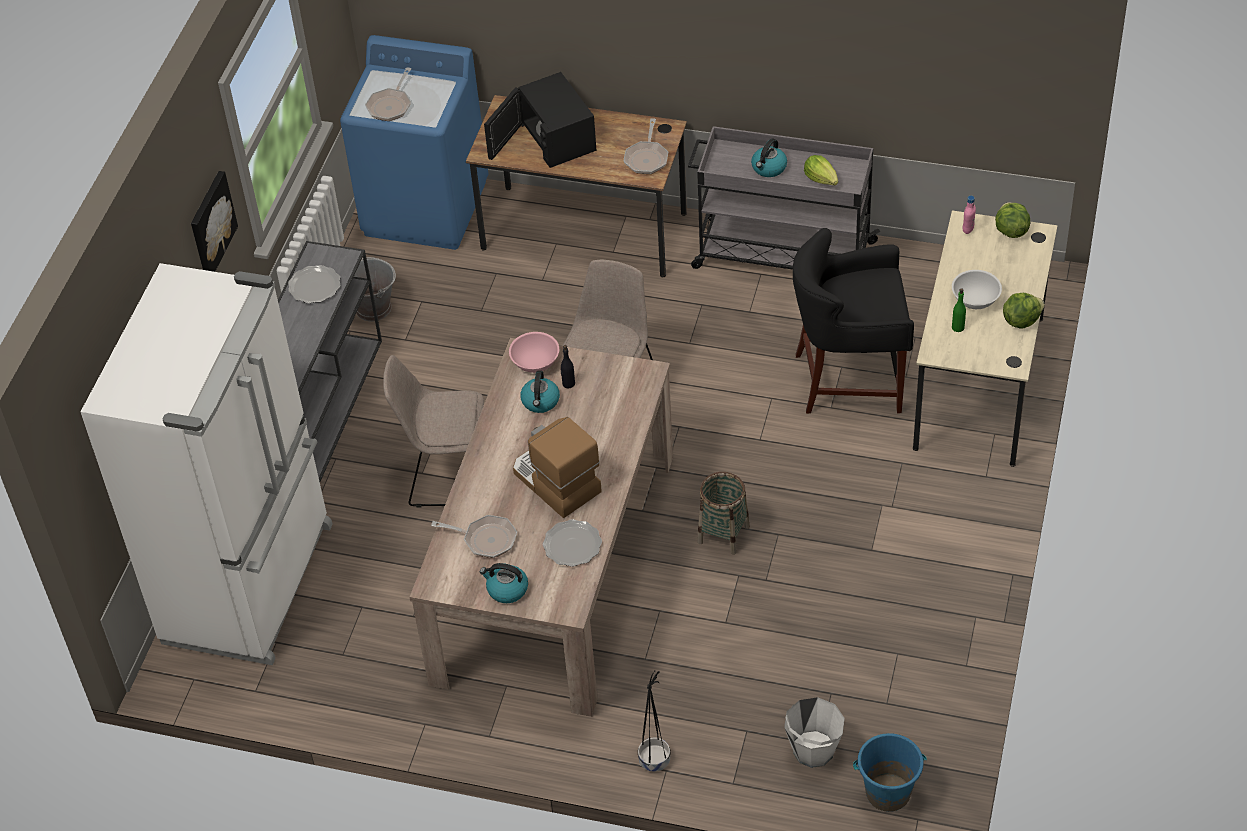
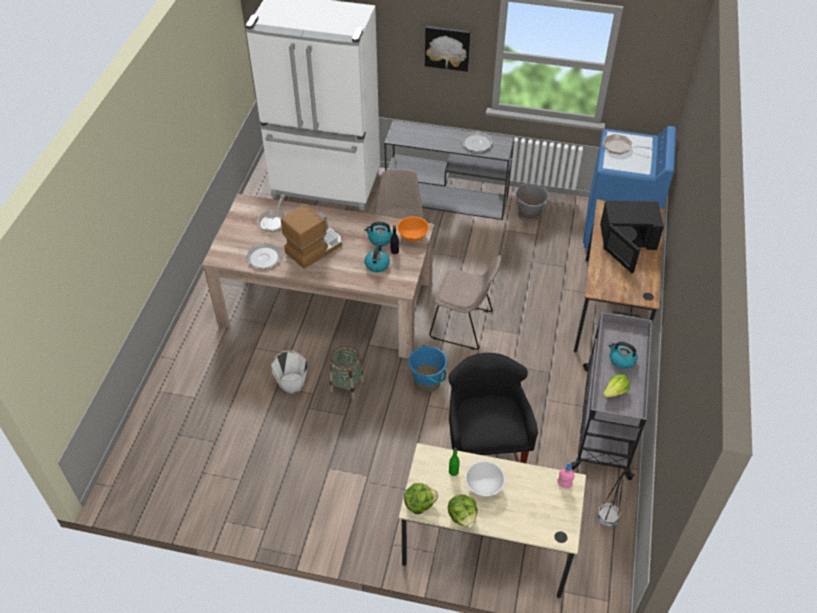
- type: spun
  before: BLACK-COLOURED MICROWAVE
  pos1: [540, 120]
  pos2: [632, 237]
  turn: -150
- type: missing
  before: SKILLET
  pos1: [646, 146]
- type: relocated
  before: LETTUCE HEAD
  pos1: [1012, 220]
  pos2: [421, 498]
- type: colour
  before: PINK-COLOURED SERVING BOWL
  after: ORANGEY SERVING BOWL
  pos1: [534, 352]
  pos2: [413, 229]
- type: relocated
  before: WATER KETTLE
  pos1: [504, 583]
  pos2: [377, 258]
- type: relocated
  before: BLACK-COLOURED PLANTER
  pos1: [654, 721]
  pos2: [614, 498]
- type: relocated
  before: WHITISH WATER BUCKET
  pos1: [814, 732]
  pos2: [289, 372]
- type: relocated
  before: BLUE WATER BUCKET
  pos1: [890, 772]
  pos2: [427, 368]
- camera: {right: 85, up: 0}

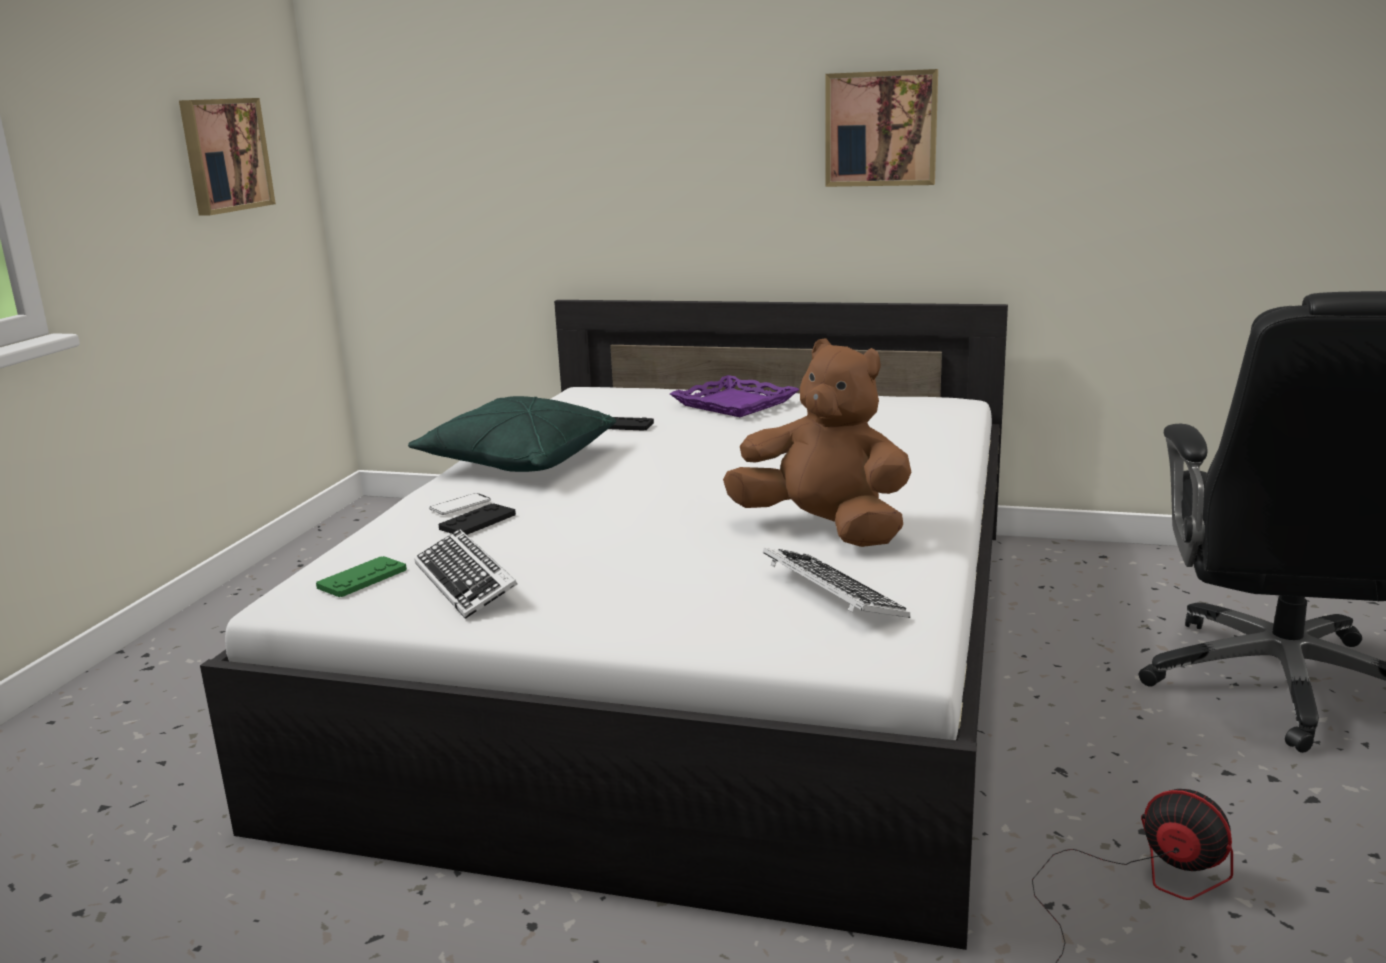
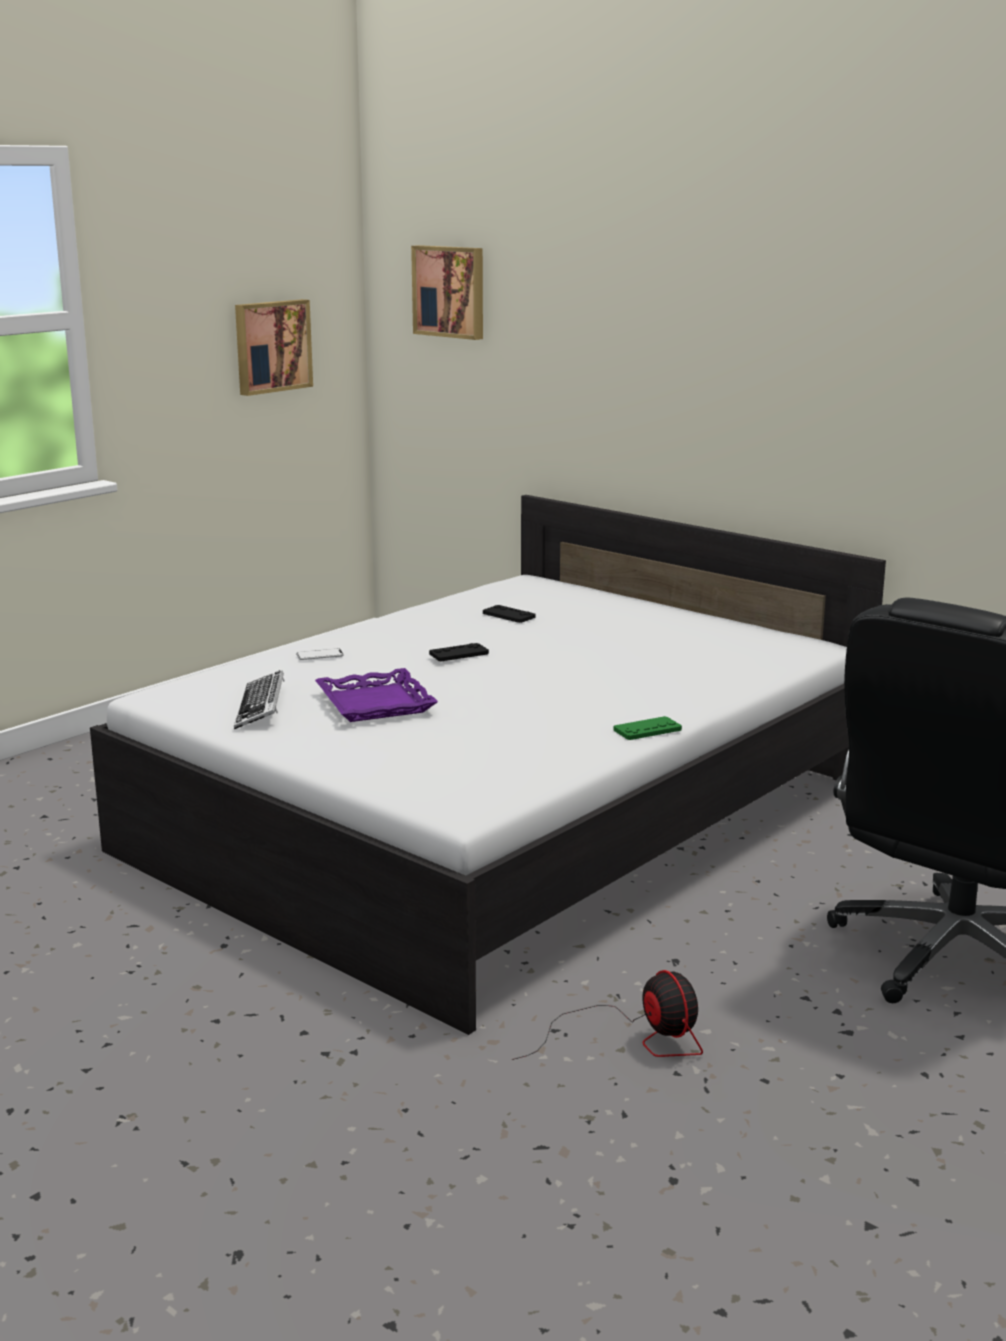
- type: relocated
  before: WALL PICTURE
  pos1: [881, 128]
  pos2: [447, 292]
- type: missing
  before: BROWN-COLOURED SOFT TOY
  pos1: [817, 442]
- type: relocated
  before: PURPLE-COLOURED CARRYING TRAY
  pos1: [735, 396]
  pos2: [376, 695]
- type: missing
  before: GREEN-COLOURED THROW PILLOW
  pos1: [512, 434]
- type: relocated
  before: BLACK-COLOURED GAME CONTROLLER
  pos1: [477, 519]
  pos2: [459, 652]
- type: missing
  before: PC KEYBOARD
  pos1: [836, 583]
- type: relocated
  before: GREEN-COLOURED GAME CONTROLLER
  pos1: [361, 576]
  pos2: [647, 728]
- camera: {right: 25, up: 0}

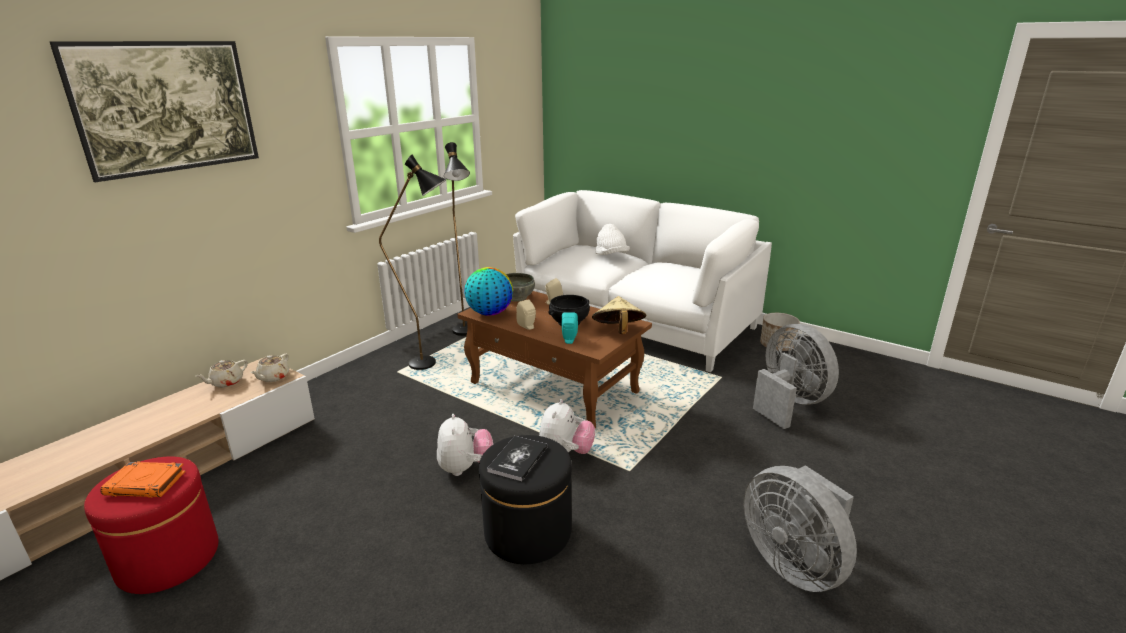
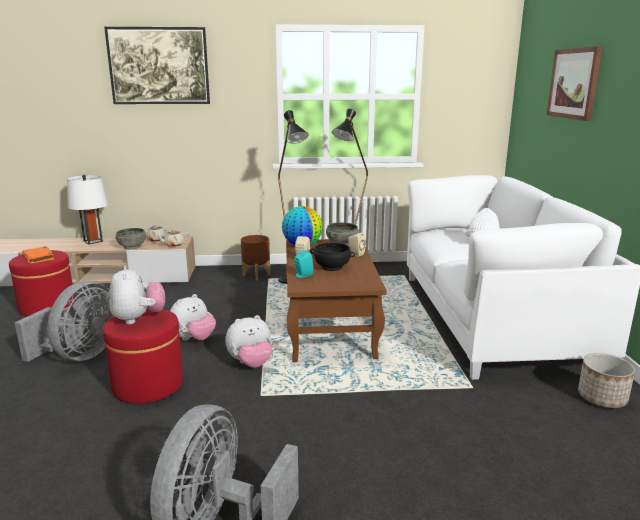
- type: missing
  before: BEIGE CLOTHING HAT
  pos1: [619, 315]
- type: relocated
  before: GREYISH ELECTRIC FAN
  pos1: [796, 376]
  pos2: [64, 321]
- type: colour
  before: BLACK-COLOURED FOOTREST
  after: RED-COLOURED FOOTREST
  pos1: [525, 499]
  pos2: [143, 356]
- type: exchanged
  before: VOLUME
  after: SOFT TOY
  pos1: [517, 458]
  pos2: [137, 294]
- type: appeared
  after: WALL PICTURE
  pos2: [575, 83]
- type: appeared
  after: WHITISH TABLETOP LAMP
  pos2: [87, 209]
- type: appeared
  after: GREYISH SERVING BOWL
  pos2: [131, 238]
- type: appeared
  after: BROWN-COLOURED PLANTER
  pos2: [255, 258]
- camera: {right: 50, up: -5}

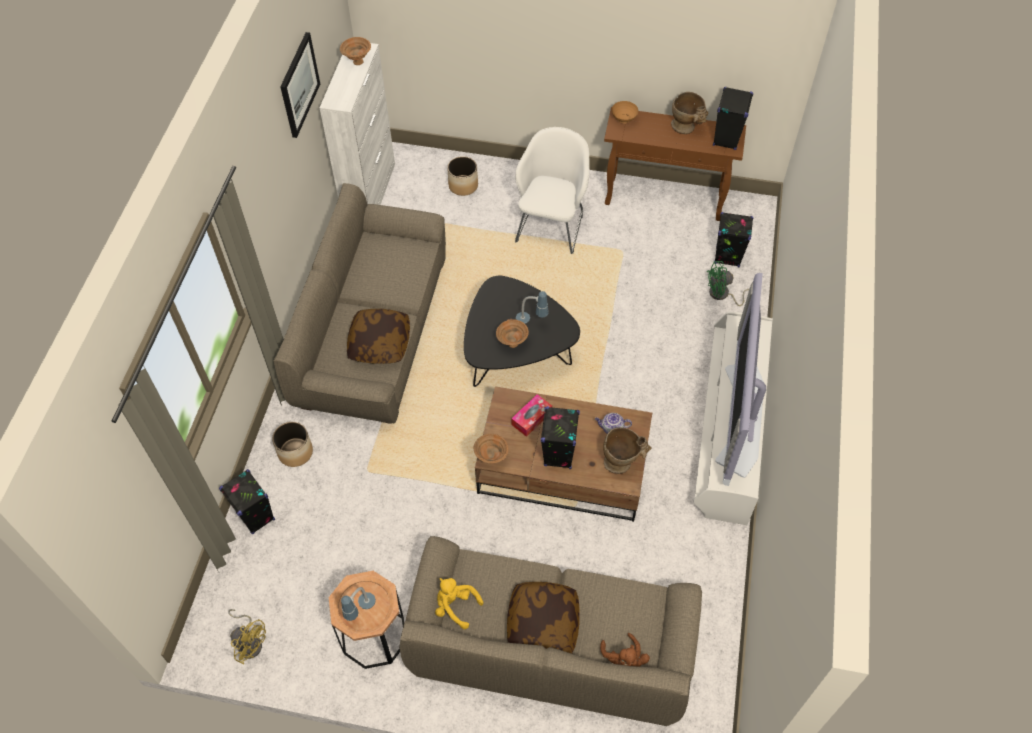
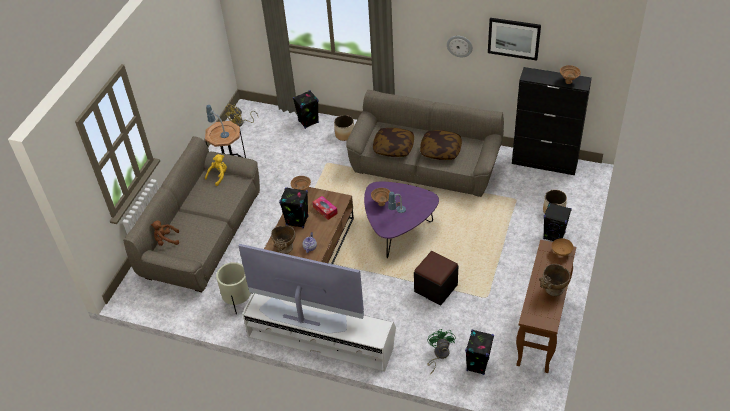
- type: colour
  before: WHITISH CUPBOARD
  after: BLACK-COLOURED CUPBOARD
  pos1: [357, 124]
  pos2: [552, 121]
- type: relocated
  before: BLACK-COLOURED SPEAKER
  pos1: [733, 118]
  pos2: [557, 222]
- type: missing
  before: WHITISH EASY CHAIR
  pos1: [552, 190]
- type: colour
  before: BLACK-COLOURED COFFEE TABLE
  after: PURPLE-COLOURED COFFEE TABLE
  pos1: [522, 331]
  pos2: [401, 220]
- type: relocated
  before: THROW PILLOW
  pos1: [543, 618]
  pos2: [441, 145]
- type: appeared
  after: HANGING CLOCK
  pos2: [460, 46]
- type: appeared
  after: BLACK-COLOURED FOOTREST
  pos2: [436, 278]
- type: appeared
  after: BEIGE PLANTER
  pos2: [233, 288]
- camera: {right: 100, up: -10}

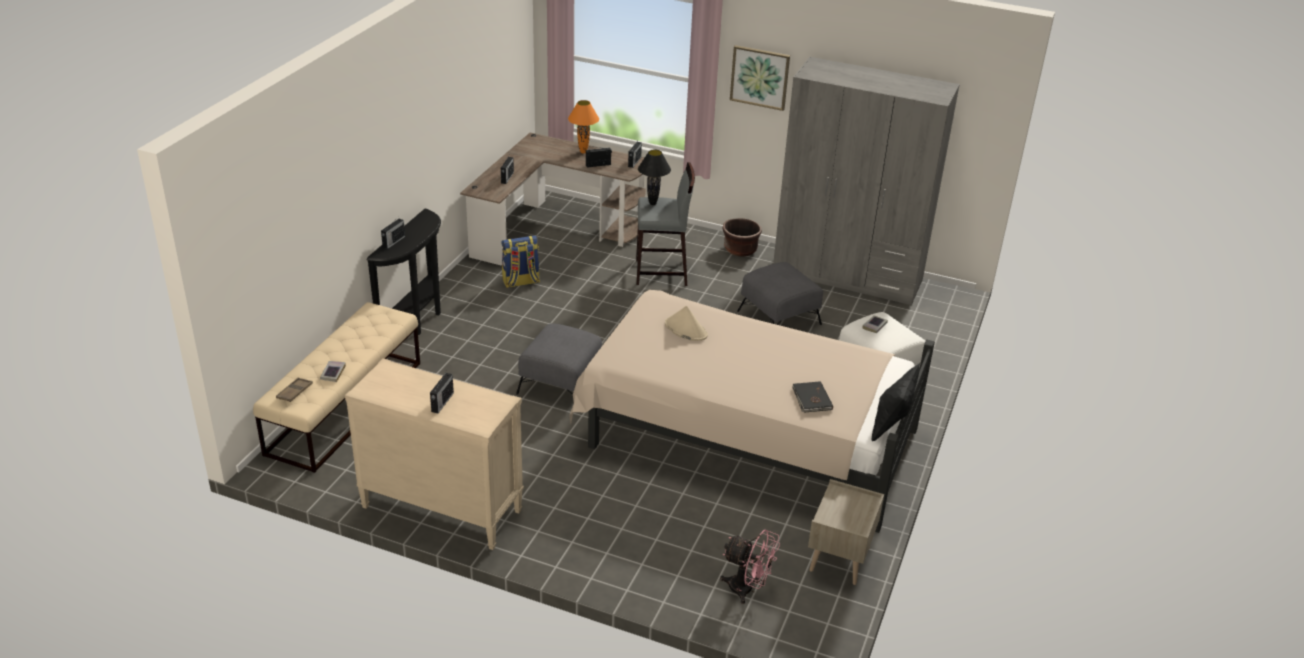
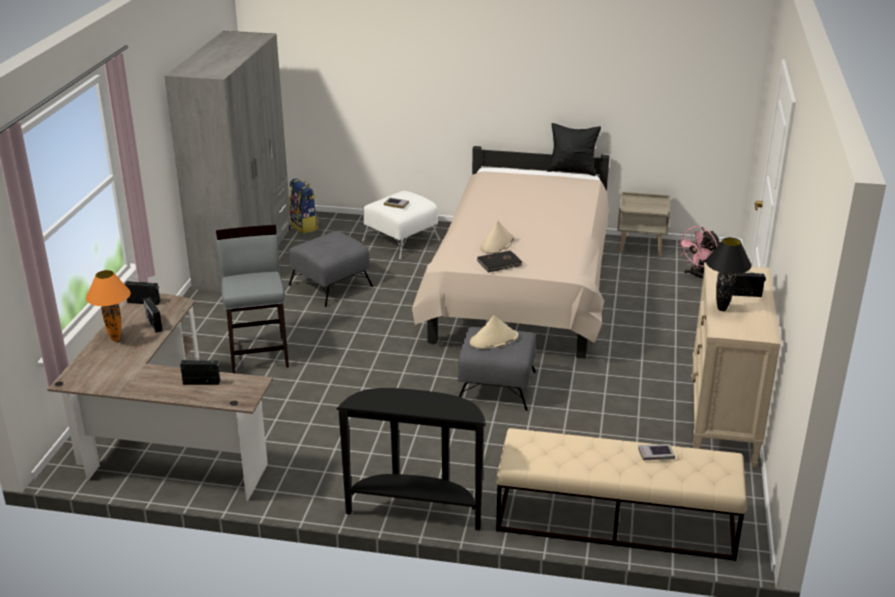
- type: missing
  before: WALL PICTURE
  pos1: [760, 78]
- type: relocated
  before: BLACK-COLOURED TABLETOP LAMP
  pos1: [654, 177]
  pos2: [728, 274]
- type: missing
  before: RADIO RECEIVER
  pos1: [393, 233]
- type: missing
  before: BROWN-COLOURED PLANTER
  pos1: [742, 237]
- type: relocated
  before: RUCKSACK
  pos1: [520, 261]
  pos2: [304, 206]
- type: missing
  before: BROWN-COLOURED CARRYING TRAY
  pos1: [294, 389]
- type: relocated
  before: BLACK-COLOURED VOLUME
  pos1: [812, 397]
  pos2: [500, 261]
- type: spun
  before: PINK-COLOURED ELECTRIC FAN
  pos1: [750, 567]
  pos2: [698, 252]
  turn: -150
- type: appeared
  after: BEIGE CLOTHING HAT
  pos2: [494, 332]
- camera: {right: -100, up: -5}

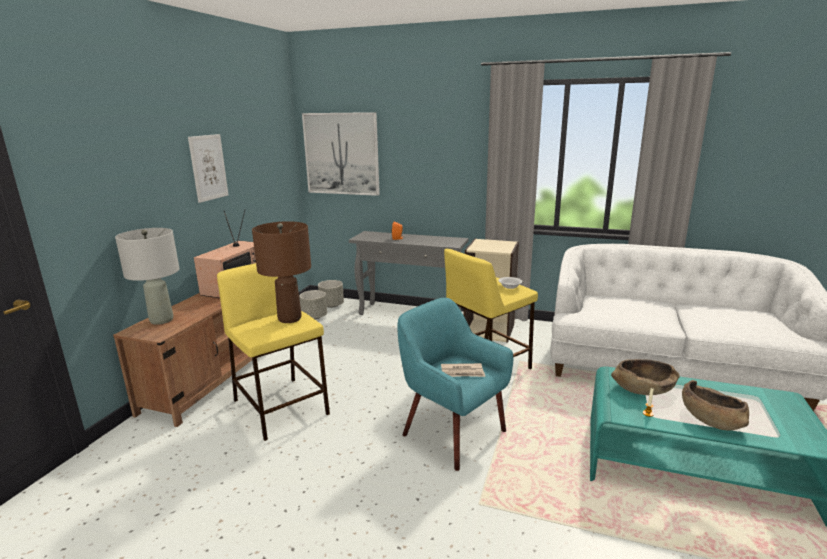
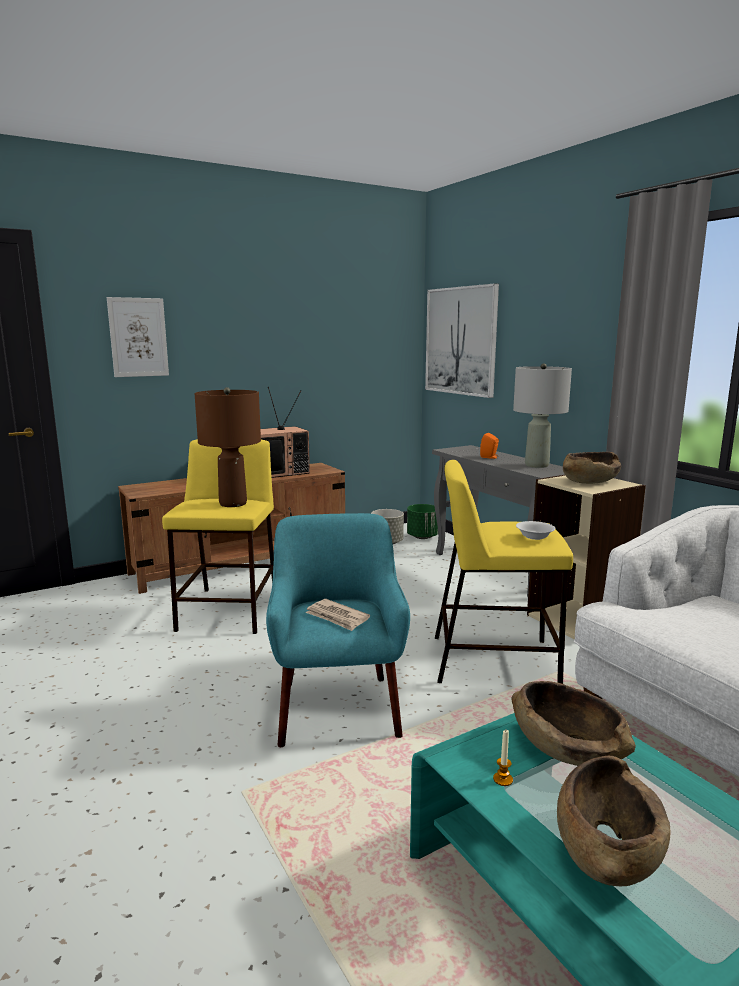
- type: relocated
  before: WALL PICTURE
  pos1: [208, 168]
  pos2: [138, 337]
- type: relocated
  before: GREYISH TABLETOP LAMP
  pos1: [147, 276]
  pos2: [542, 415]
- type: colour
  before: GREYISH PLANTER
  after: GREEN-COLOURED PLANTER
  pos1: [331, 294]
  pos2: [422, 521]
- type: appeared
  after: BROWN-COLOURED SERVING BOWL
  pos2: [592, 468]
- camera: {right: 40, up: -5}

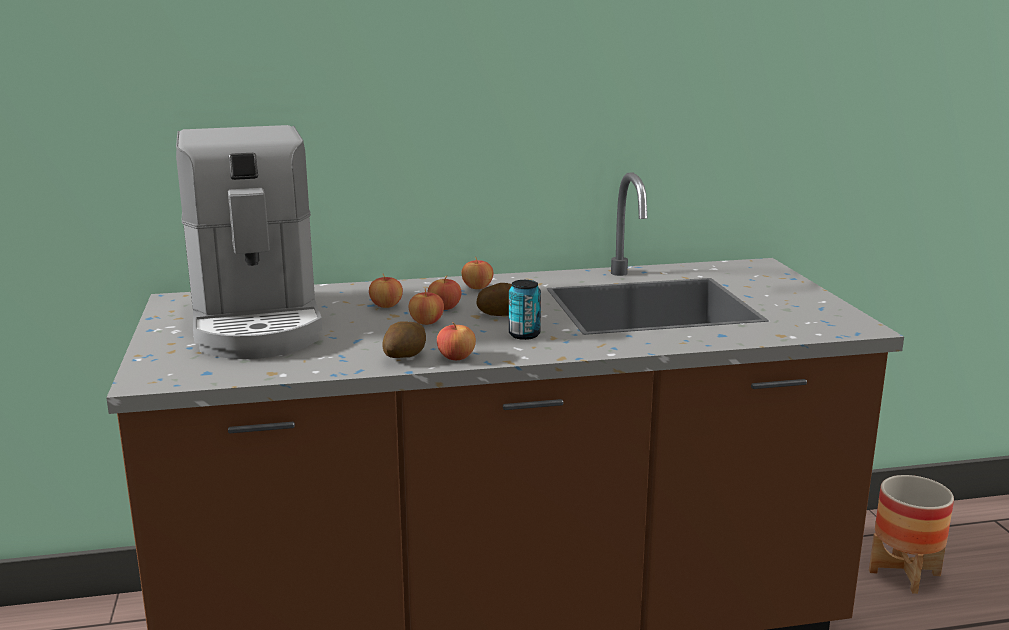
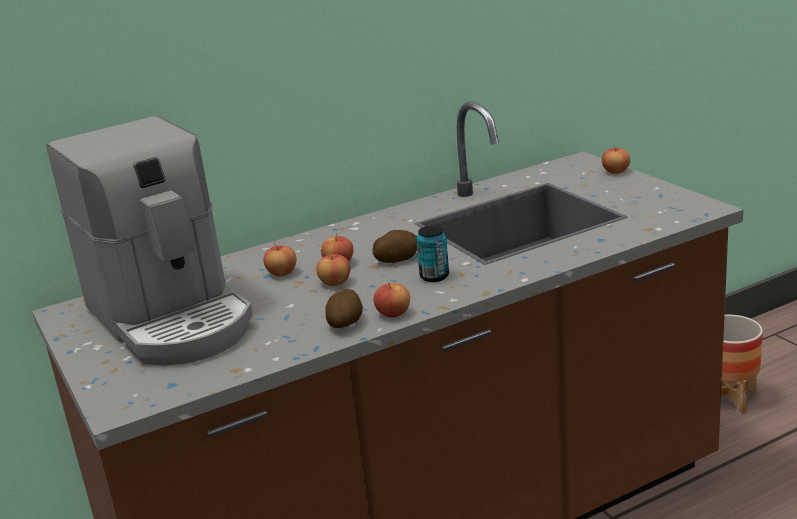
- type: relocated
  before: APPLE FRUIT
  pos1: [477, 273]
  pos2: [616, 159]
- camera: {right: -15, up: 5}

